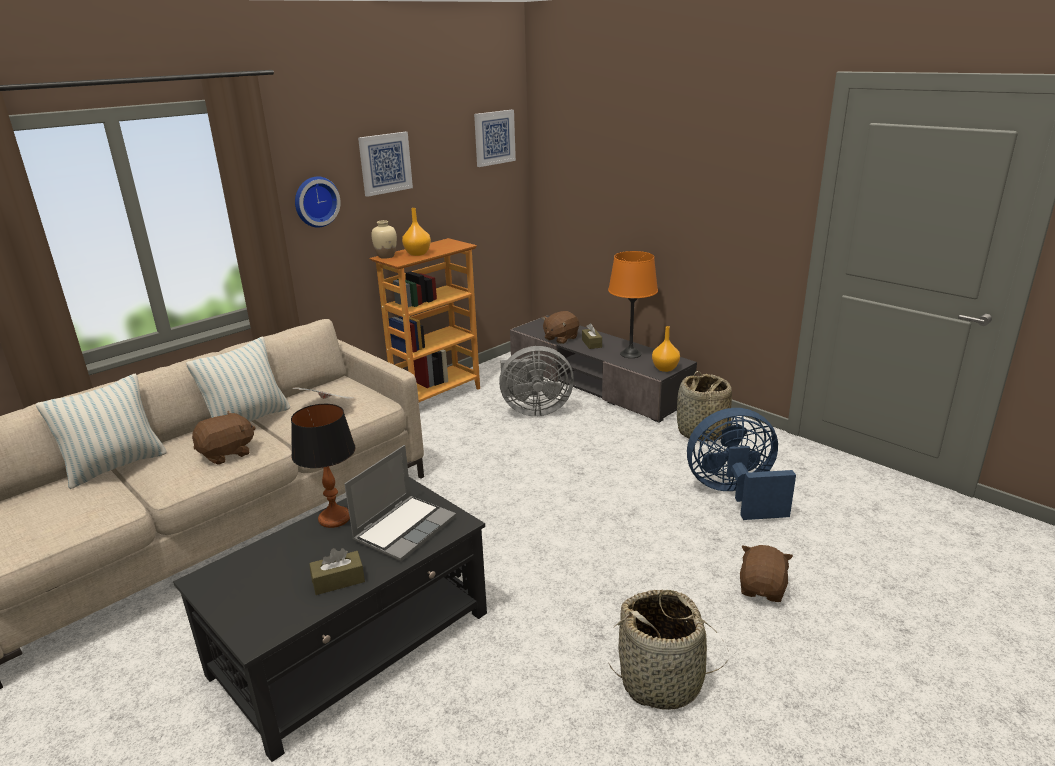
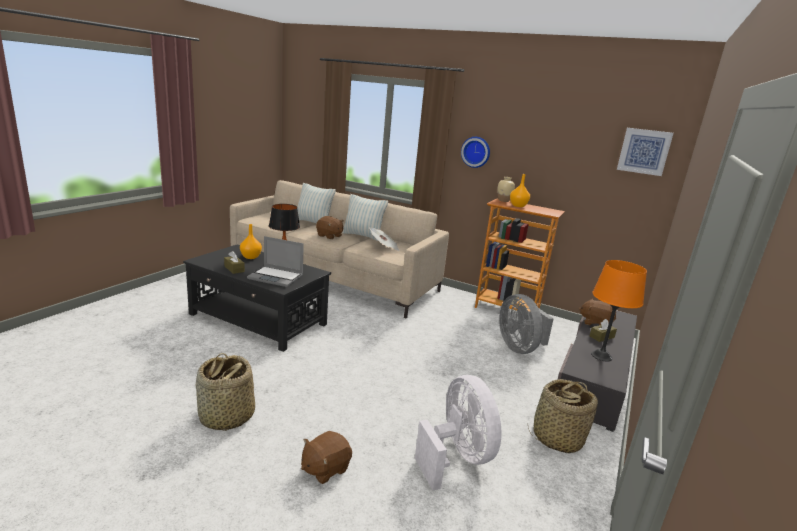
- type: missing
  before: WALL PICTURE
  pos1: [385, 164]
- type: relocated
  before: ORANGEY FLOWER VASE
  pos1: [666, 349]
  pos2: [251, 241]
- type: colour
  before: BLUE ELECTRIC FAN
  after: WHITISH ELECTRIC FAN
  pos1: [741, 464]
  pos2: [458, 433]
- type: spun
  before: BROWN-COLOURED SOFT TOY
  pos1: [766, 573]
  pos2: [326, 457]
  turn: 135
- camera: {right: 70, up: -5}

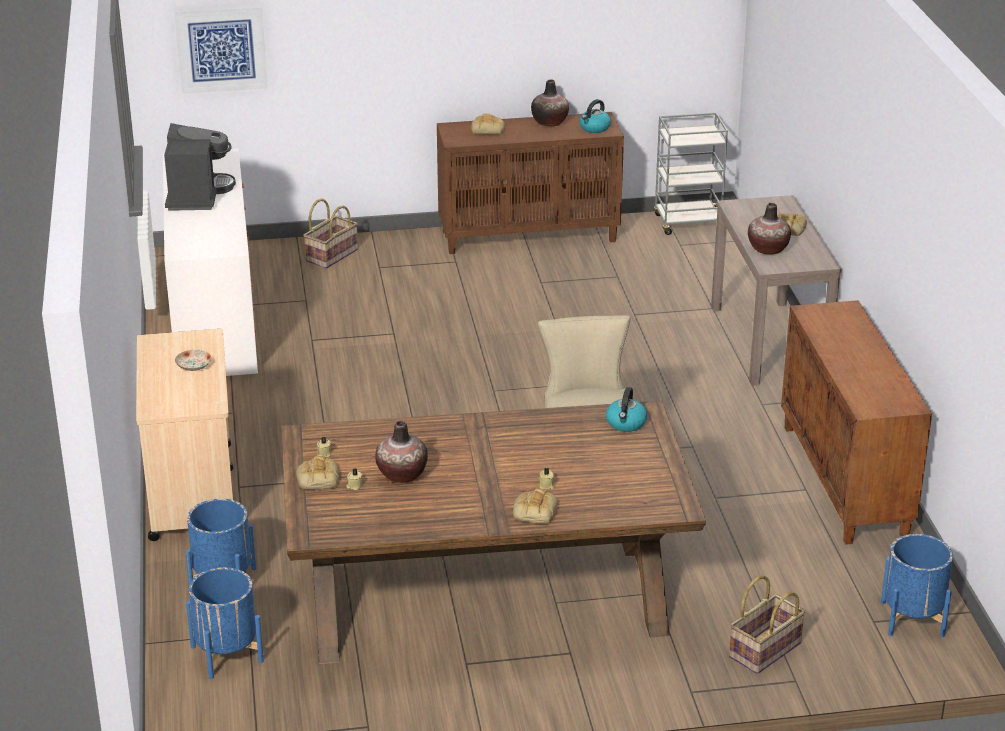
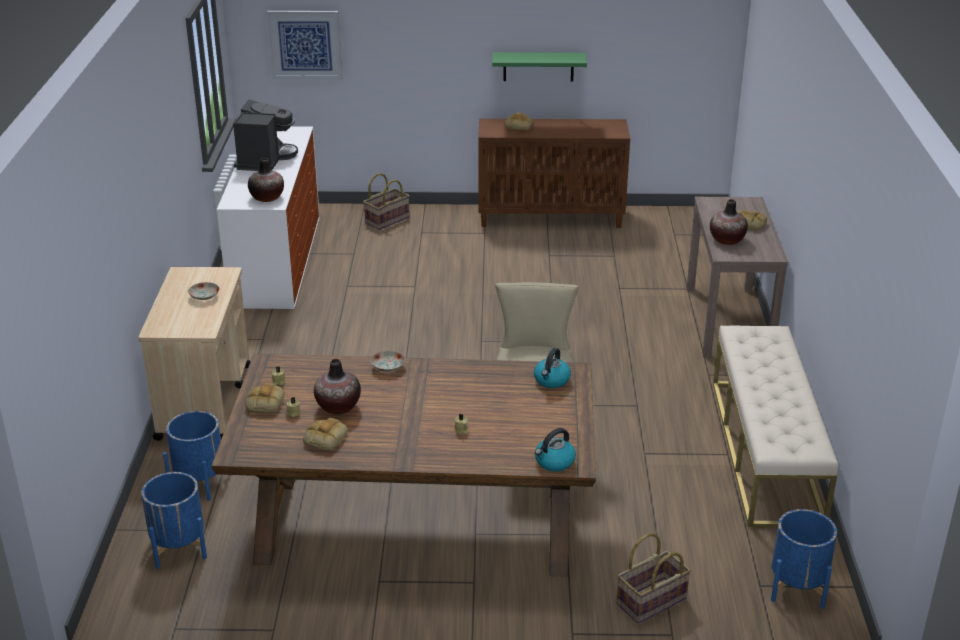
- type: relocated
  before: FLOWER VASE
  pos1: [550, 103]
  pos2: [266, 180]
- type: relocated
  before: WATER KETTLE
  pos1: [595, 116]
  pos2: [555, 449]
- type: missing
  before: GREYISH CART
  pos1: [690, 173]
- type: exchanged
  before: BROWN-COLOURED CUPBOARD
  after: BEIGE LONG SEAT
  pos1: [856, 422]
  pos2: [775, 426]
- type: relocated
  before: BAKED BREAD
  pos1: [535, 506]
  pos2: [325, 434]
- type: appeared
  after: GREEN-COLOURED SHELF
  pos2: [539, 67]
- type: appeared
  after: DINNER PLATE
  pos2: [388, 361]
- camera: {right: 10, up: 0}

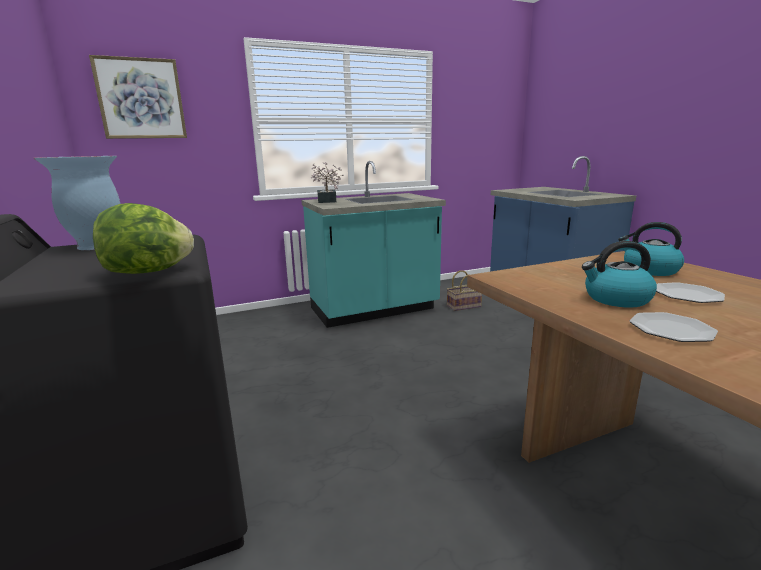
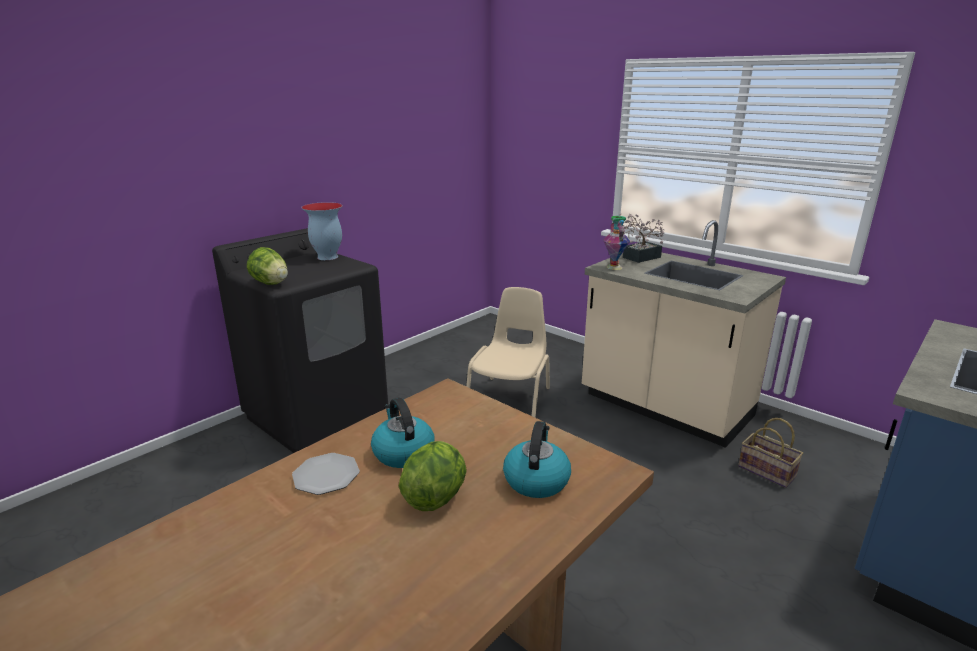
- type: missing
  before: WALL PICTURE
  pos1: [138, 97]
- type: colour
  before: BLUE-GREEN KITCHEN BASE UNIT
  after: BEIGE KITCHEN BASE UNIT
  pos1: [374, 244]
  pos2: [684, 334]
- type: exchanged
  before: DINNER PLATE
  after: LETTUCE HEAD
  pos1: [690, 292]
  pos2: [433, 476]
- type: appeared
  after: FLOWER VASE
  pos2: [616, 243]
- type: appeared
  after: BEIGE PLAIN CHAIR
  pos2: [508, 352]
- camera: {right: 65, up: 5}

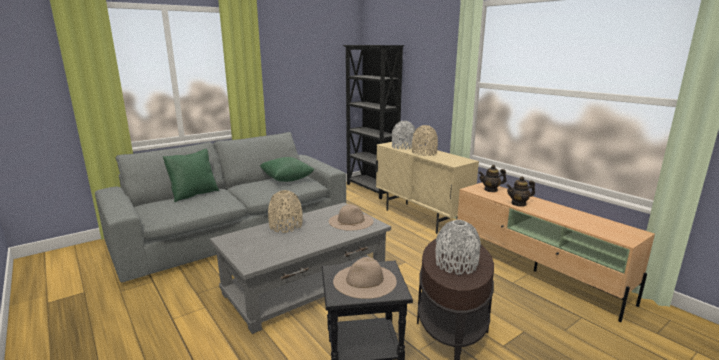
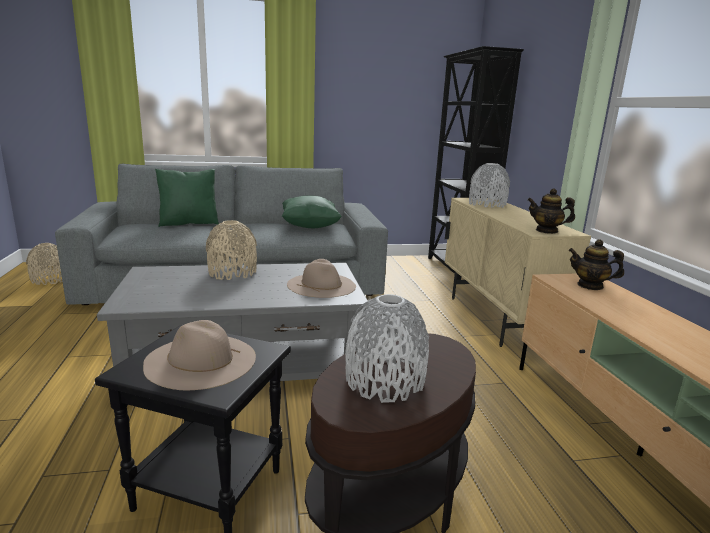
- type: relocated
  before: BEIGE FLOWER VASE
  pos1: [425, 140]
  pos2: [44, 264]
- type: relocated
  before: TEA POT
  pos1: [520, 191]
  pos2: [551, 211]
- camera: {right: 25, up: 0}

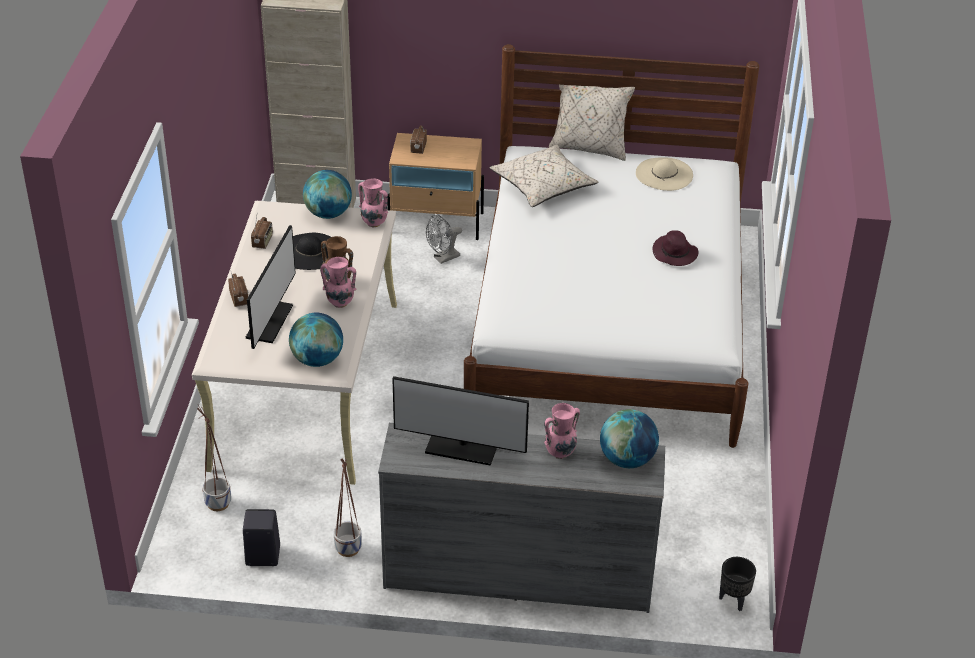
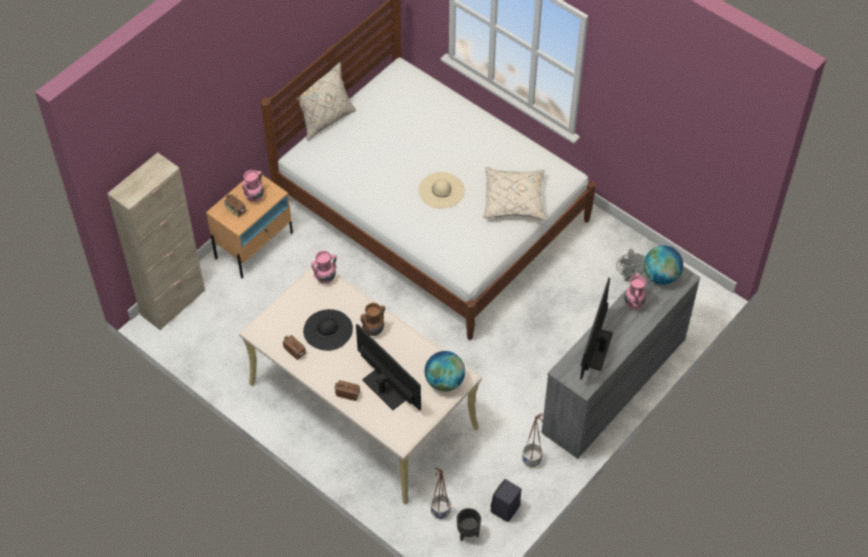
- type: relocated
  before: BEIGE THROW PILLOW
  pos1: [544, 176]
  pos2: [514, 193]
- type: relocated
  before: BEIGE CLOTHING HAT
  pos1: [664, 174]
  pos2: [441, 190]
- type: missing
  before: DESK GLOBE
  pos1: [327, 194]
- type: relocated
  before: GREYISH ELECTRIC FAN
  pos1: [444, 239]
  pos2: [630, 265]
- type: missing
  before: PURPLE-COLOURED CLOTHING HAT
  pos1: [675, 248]
- type: relocated
  before: PINK-COLOURED FLOWER VASE
  pos1: [338, 282]
  pos2: [253, 186]
- type: spun
  before: COMPUTER SCREEN
  pos1: [460, 421]
  pos2: [596, 328]
  turn: 150
- type: relocated
  before: BLACK-COLOURED PLANTER
  pos1: [737, 584]
  pos2: [469, 524]
- camera: {right: -55, up: 15}

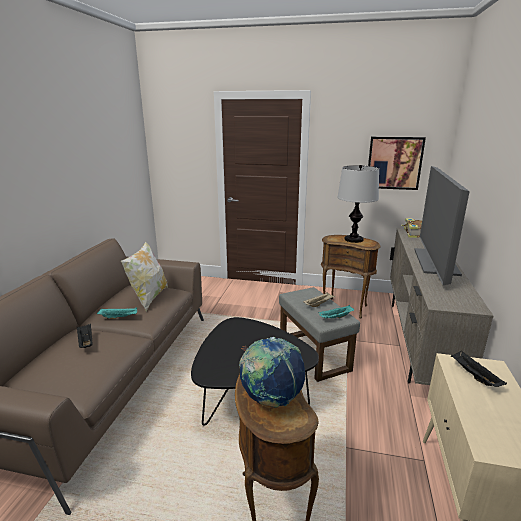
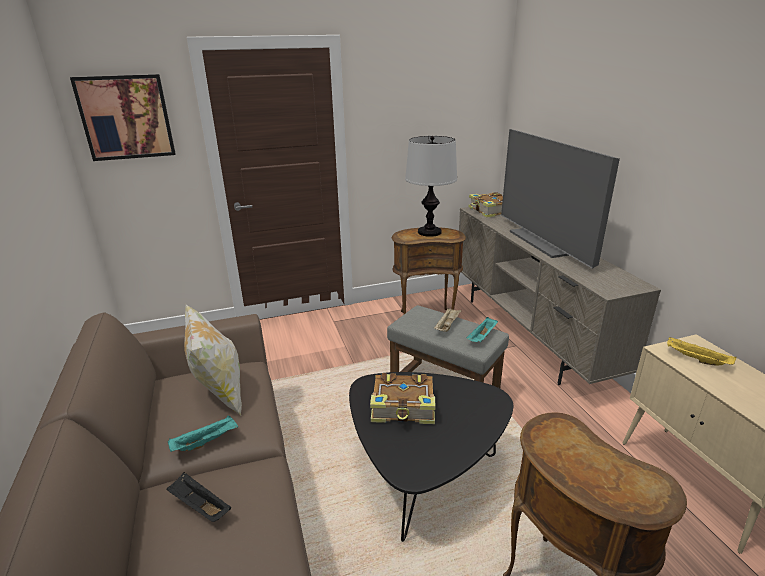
- type: relocated
  before: WALL PICTURE
  pos1: [397, 163]
  pos2: [123, 117]
- type: missing
  before: DESK GLOBE
  pos1: [272, 372]
- type: colour
  before: BLACK-COLOURED CARRYING TRAY
  after: YELLOW-COLOURED CARRYING TRAY
  pos1: [479, 369]
  pos2: [701, 351]
- type: appeared
  after: VOLUME
  pos2: [403, 398]
- camera: {right: -30, up: 5}

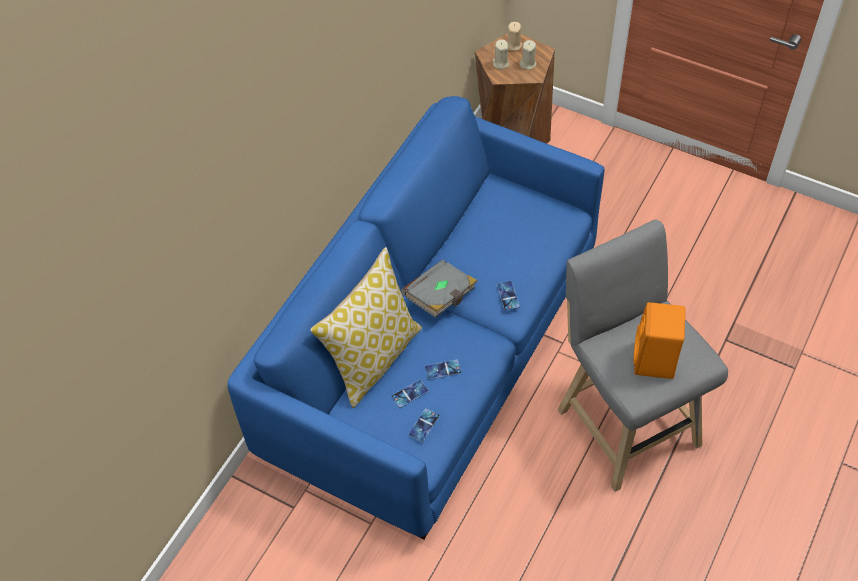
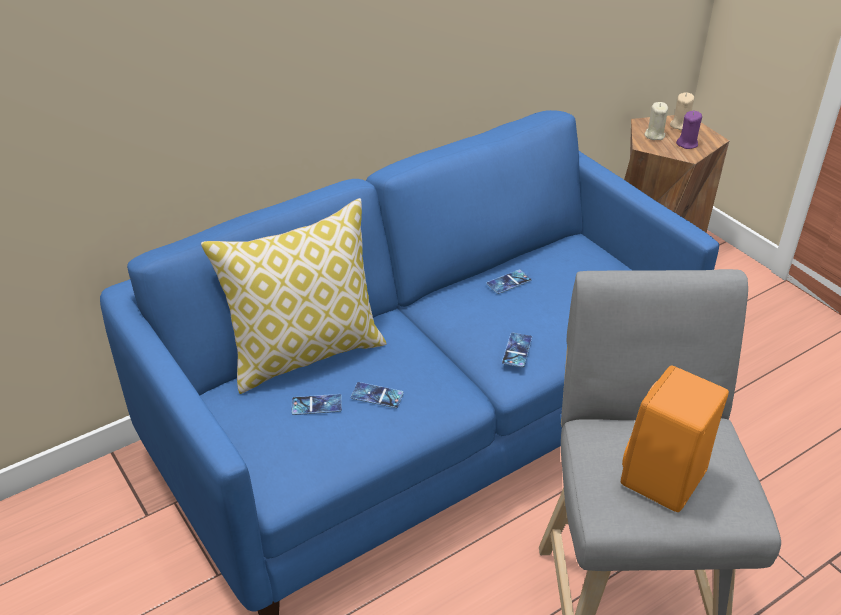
- type: colour
  before: BEIGE CANDLE
  after: PURPLE-COLOURED CANDLE
  pos1: [528, 55]
  pos2: [689, 130]
- type: missing
  before: GREYISH VOLUME
  pos1: [439, 289]
- type: relocated
  before: HANDSET
  pos1: [424, 425]
  pos2: [509, 281]
- camera: {right: 25, up: -15}

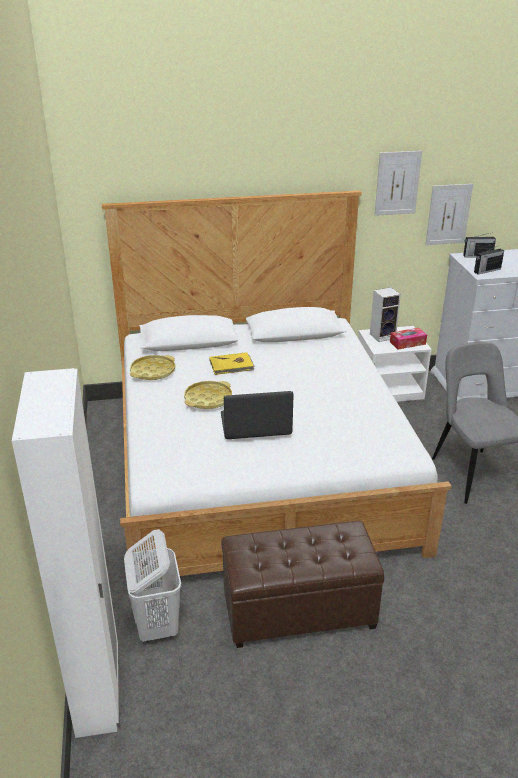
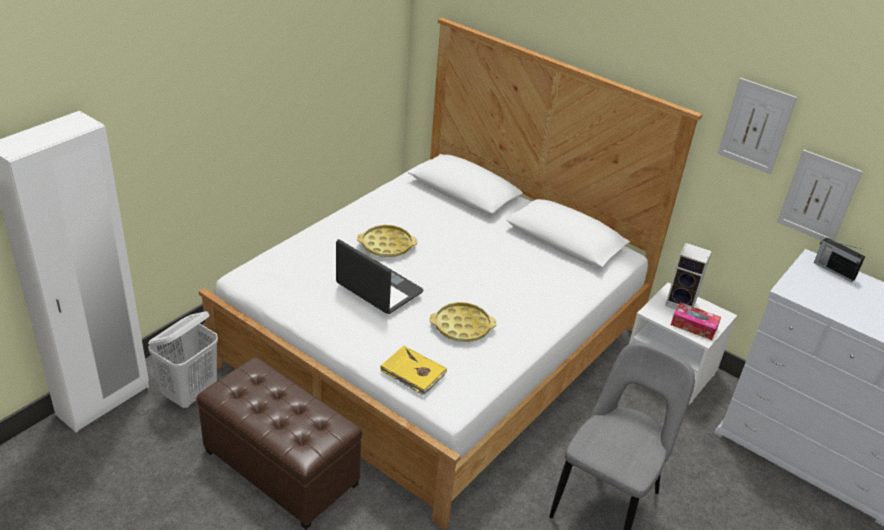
- type: missing
  before: RADIO RECEIVER
  pos1: [489, 260]
- type: relocated
  before: YELLOW-COLOURED VOLUME
  pos1: [232, 363]
  pos2: [413, 370]
- type: relocated
  before: YELLOW-COLOURED CARRYING TRAY
  pos1: [152, 367]
  pos2: [463, 322]
- camera: {right: 45, up: 5}

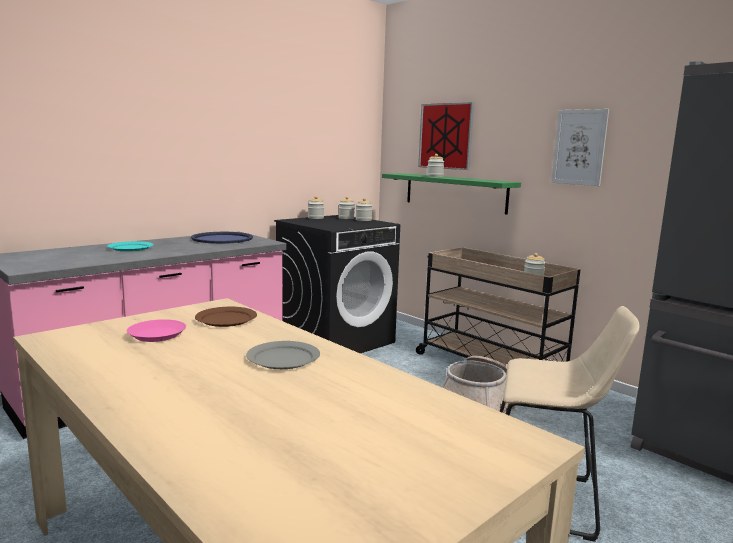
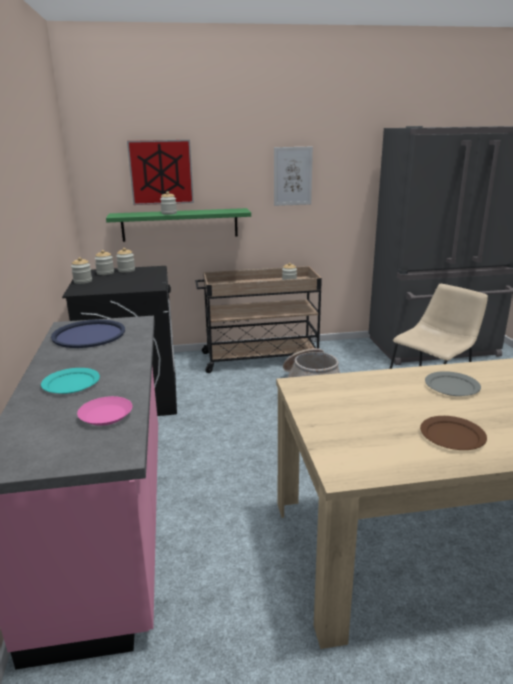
- type: relocated
  before: BROWN-COLOURED DINNER PLATE
  pos1: [226, 317]
  pos2: [453, 433]
- type: relocated
  before: PINK-COLOURED DINNER PLATE
  pos1: [156, 330]
  pos2: [104, 411]
- camera: {right: -55, up: 10}

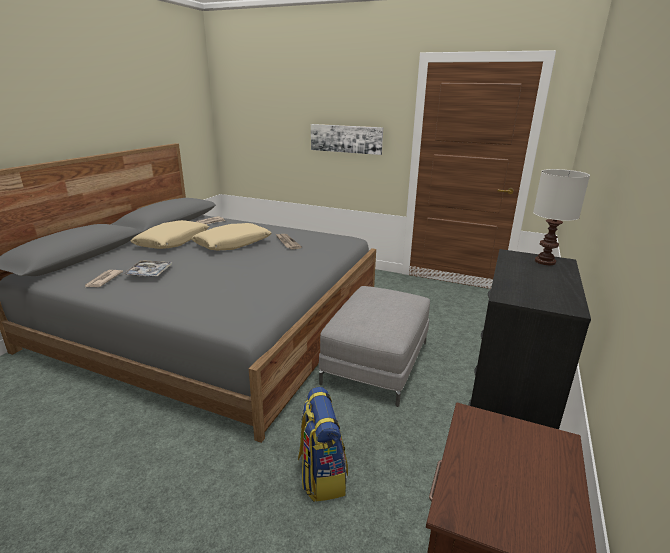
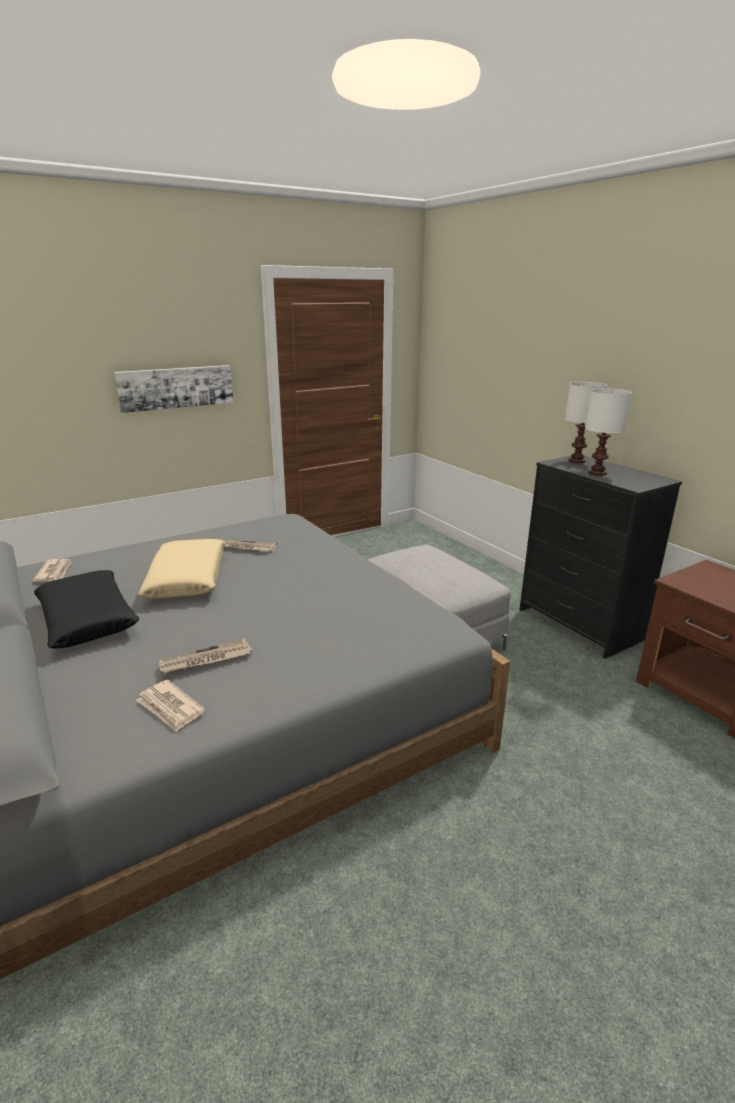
- type: colour
  before: BEIGE THROW PILLOW
  after: BLACK-COLOURED THROW PILLOW
  pos1: [169, 234]
  pos2: [86, 609]
- type: exchanged
  before: CARRYING TRAY
  after: NEWSPAPER
  pos1: [147, 268]
  pos2: [205, 656]
- type: missing
  before: RUCKSACK
  pos1: [323, 444]
- type: appeared
  after: WHITISH TABLETOP LAMP
  pos2: [608, 432]
- camera: {right: -55, up: 0}

